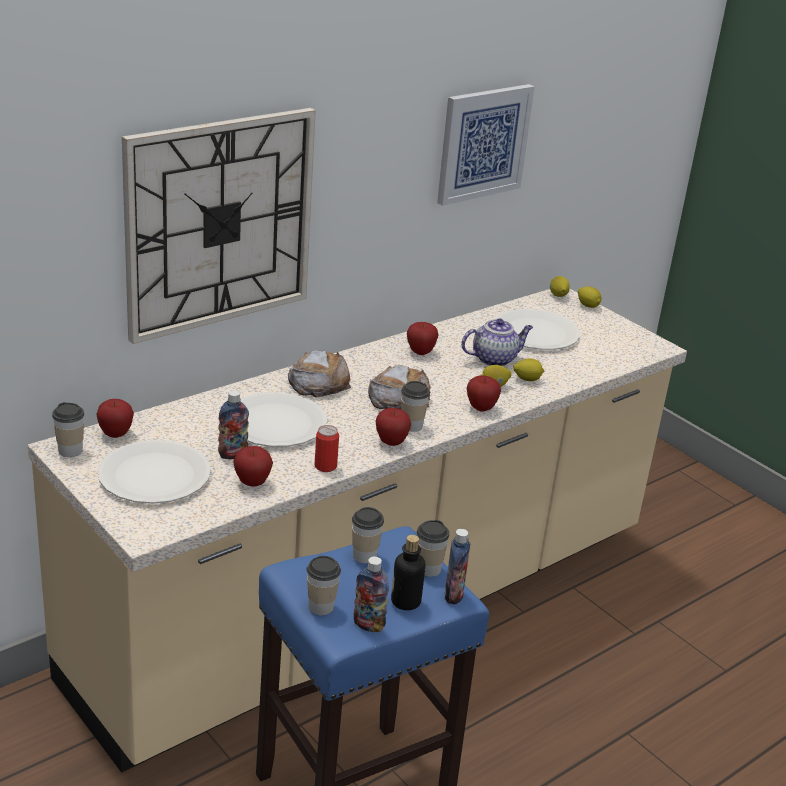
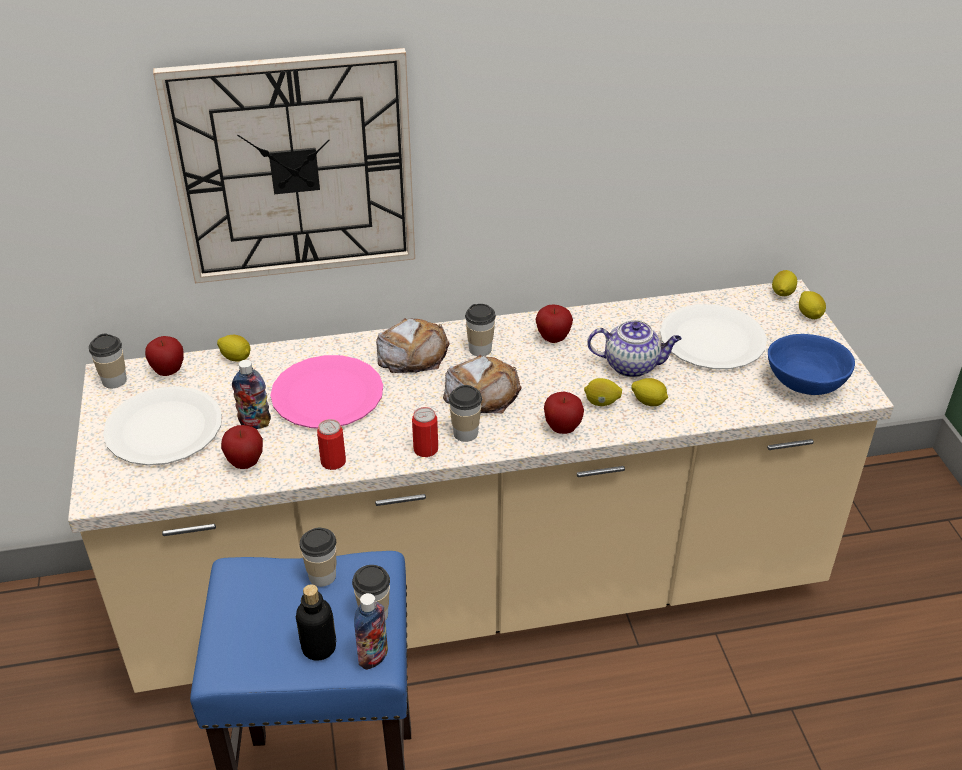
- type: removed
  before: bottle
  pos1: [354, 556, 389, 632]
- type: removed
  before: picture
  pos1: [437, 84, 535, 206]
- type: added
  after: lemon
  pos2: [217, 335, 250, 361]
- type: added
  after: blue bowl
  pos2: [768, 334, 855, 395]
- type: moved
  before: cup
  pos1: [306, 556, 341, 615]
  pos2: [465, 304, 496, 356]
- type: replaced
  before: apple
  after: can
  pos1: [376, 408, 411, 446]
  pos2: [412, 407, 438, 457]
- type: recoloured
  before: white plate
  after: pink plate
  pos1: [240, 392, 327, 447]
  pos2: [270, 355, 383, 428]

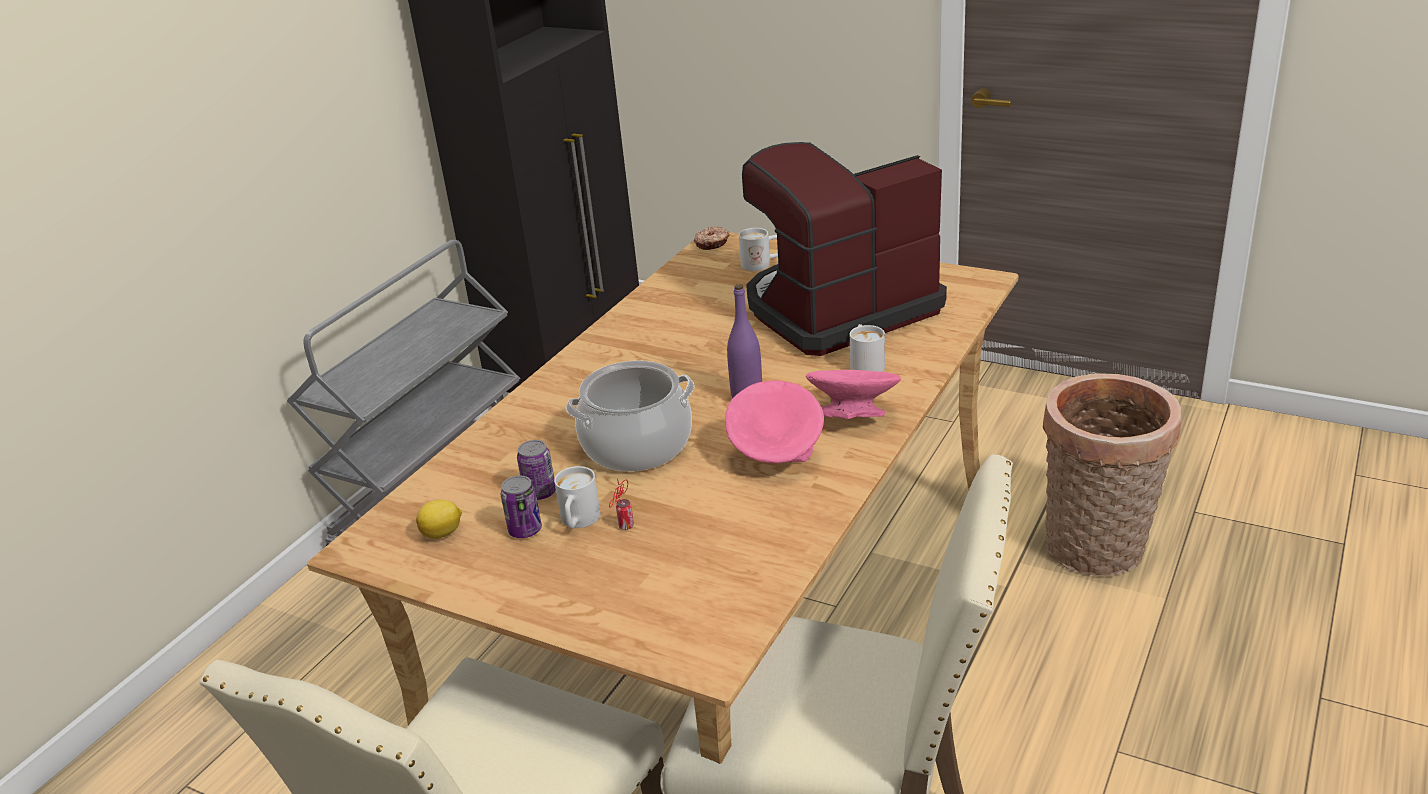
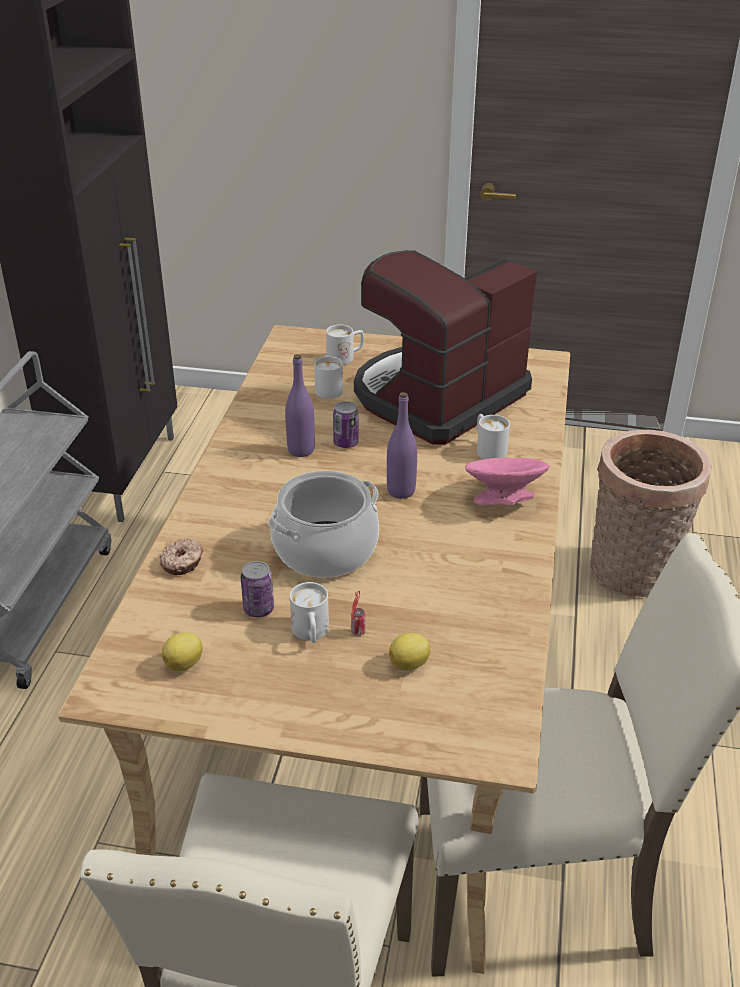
- type: removed
  before: pink bowl
  pos1: [725, 380, 824, 463]
- type: added
  after: purple bottle
  pos2: [285, 354, 315, 457]
- type: added
  after: white mug
  pos2: [314, 355, 343, 399]
- type: added
  after: lemon
  pos2: [389, 633, 430, 671]
- type: moved
  before: can
  pos1: [501, 476, 542, 538]
  pos2: [333, 401, 359, 448]
- type: moved
  before: donut
  pos1: [694, 226, 730, 250]
  pos2: [160, 539, 203, 575]

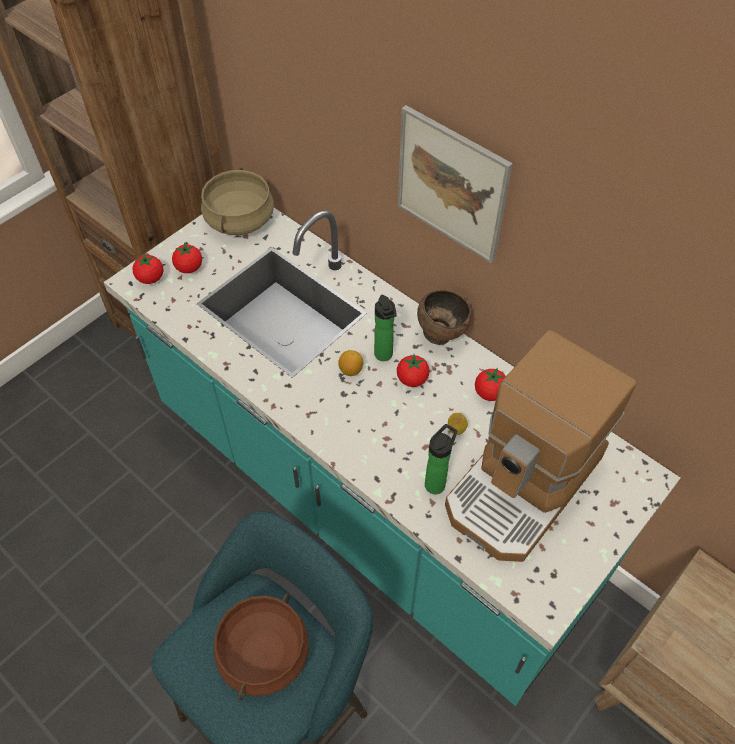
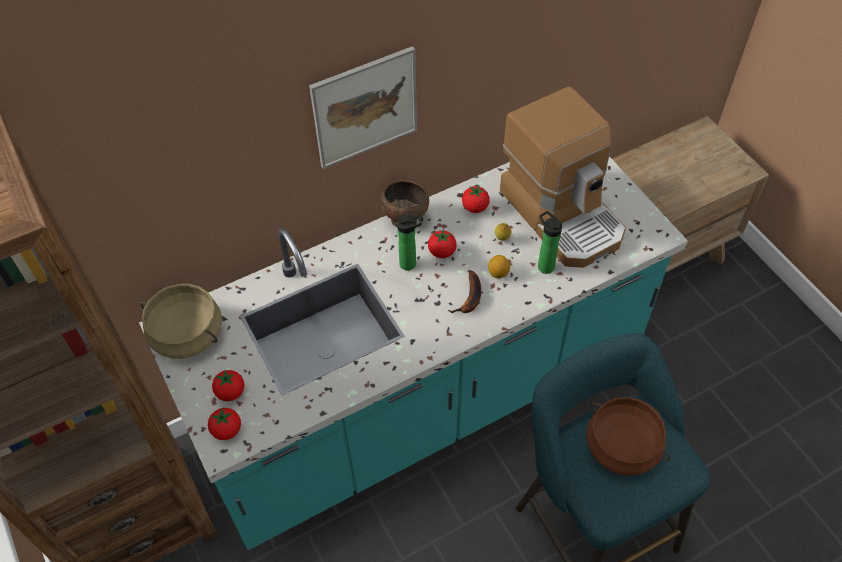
- type: added
  after: banana
  pos2: [448, 270, 481, 313]
- type: moved
  before: lemon
  pos1: [338, 350, 363, 376]
  pos2: [488, 255, 510, 279]

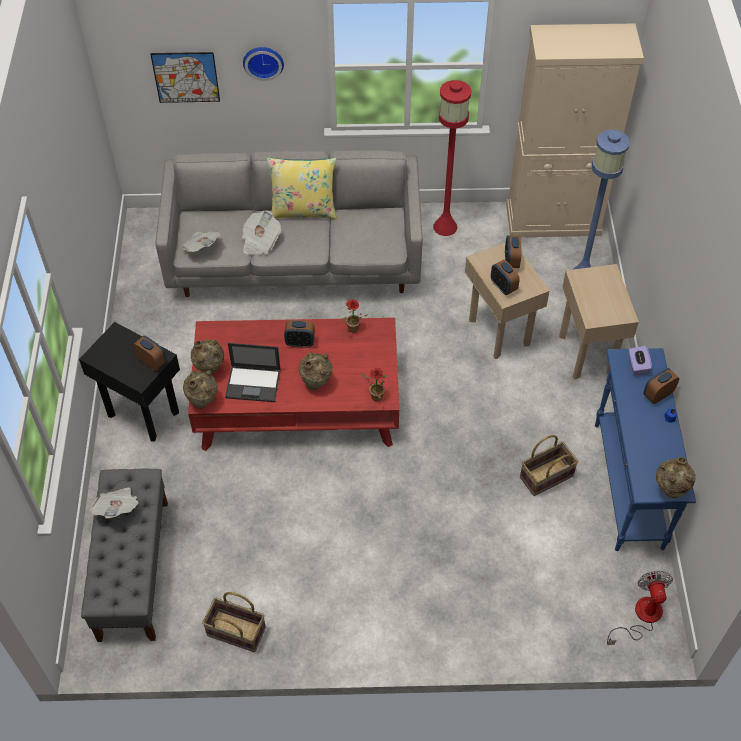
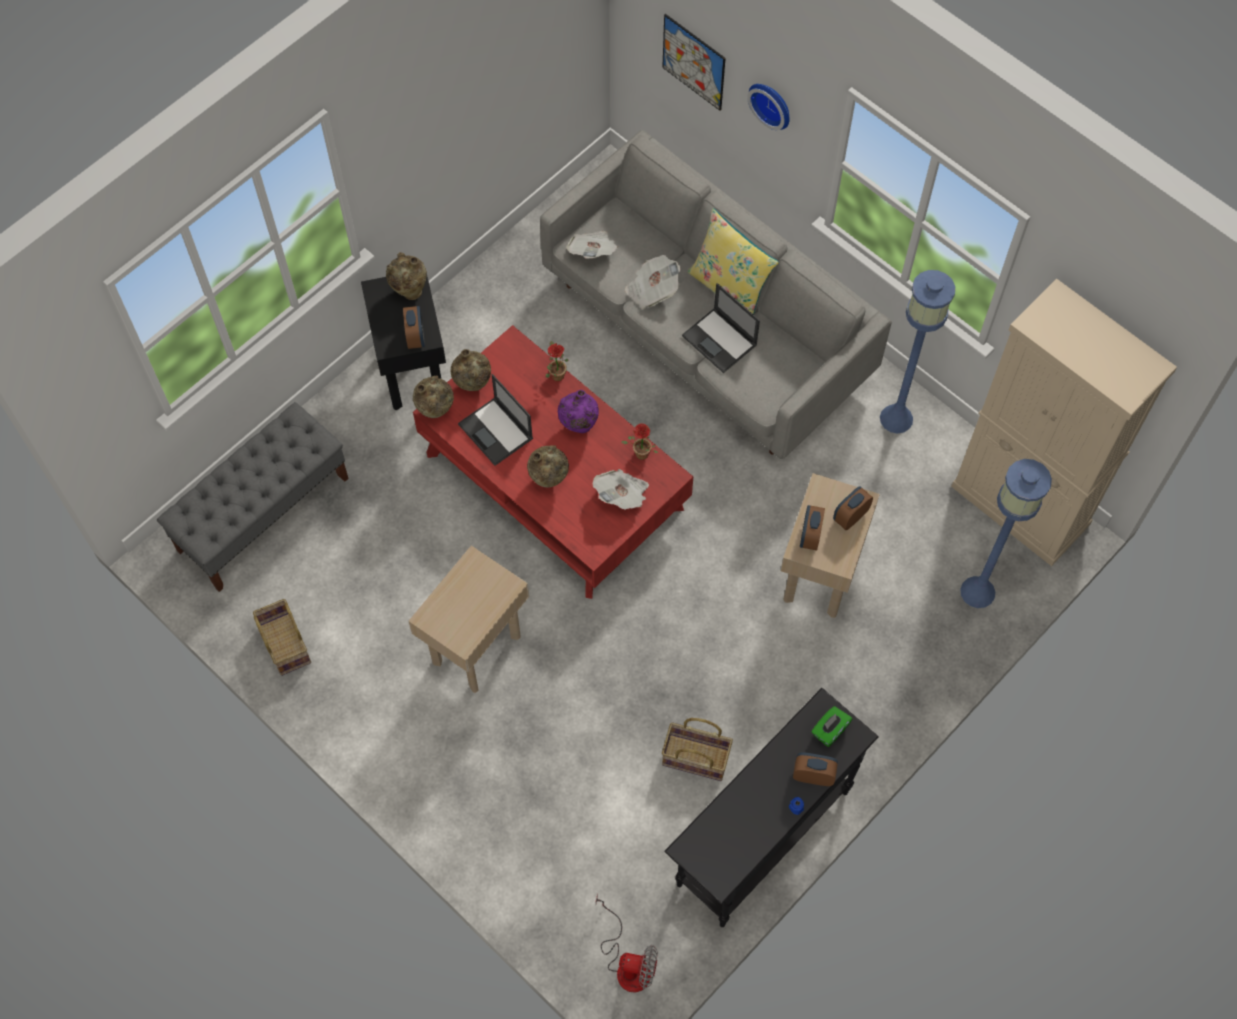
- type: added
  after: laptop
  pos2: [682, 283, 760, 373]
- type: moved
  before: newspaper
  pos1: [90, 487, 139, 518]
  pos2: [593, 469, 649, 510]
- type: moved
  before: potted plant
  pos1: [361, 368, 386, 402]
  pos2: [545, 341, 568, 382]
- type: moved
  before: beige side table
  pos1: [559, 264, 639, 380]
  pos2: [409, 546, 529, 693]
- type: moved
  before: beige vase
  pos1: [656, 457, 696, 498]
  pos2: [386, 252, 427, 300]
- type: replaced
  before: alarm clock
  after: purple vase
  pos1: [284, 320, 315, 348]
  pos2: [558, 390, 599, 433]
- type: recoloured
  before: red floor lamp
  after: blue floor lamp
  pos1: [433, 80, 472, 236]
  pos2: [880, 270, 955, 434]
- type: recoloured
  before: blue console table
  after: black console table
  pos1: [595, 348, 696, 551]
  pos2: [664, 688, 879, 927]
- type: recoloured
  before: purple tissue box
  after: green tissue box
  pos1: [629, 345, 652, 375]
  pos2: [812, 706, 852, 747]
- type: turned
  before: fan
  pos1: [607, 571, 673, 645]
  pos2: [595, 894, 658, 992]
  turn: 60

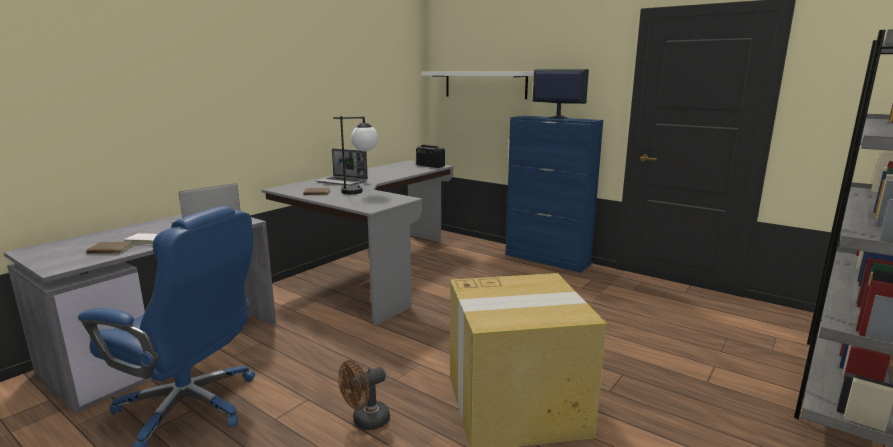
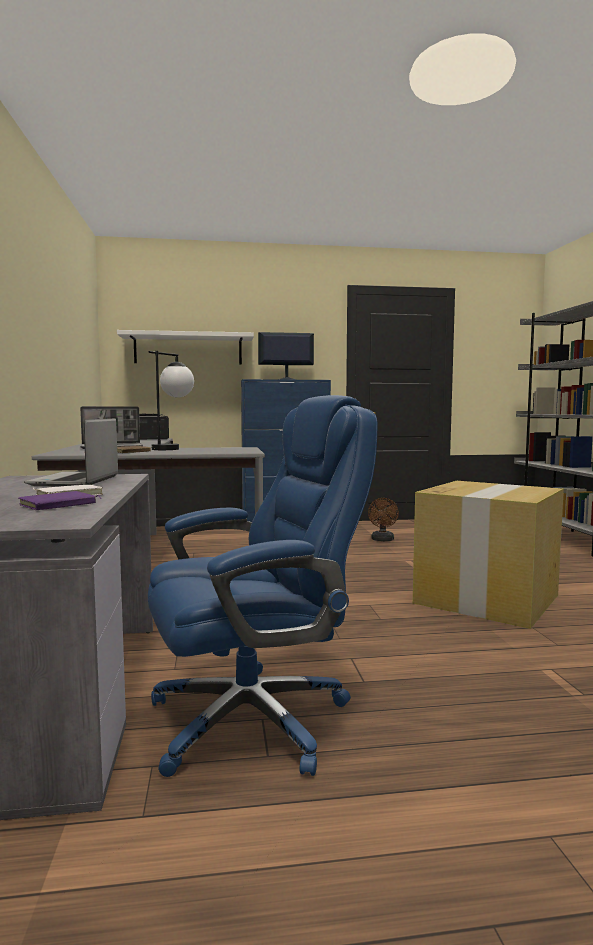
- type: moved
  before: brown fan
  pos1: [338, 360, 390, 430]
  pos2: [368, 498, 399, 541]
- type: recoloured
  before: brown book
  after: purple book
  pos1: [86, 242, 134, 254]
  pos2: [19, 491, 102, 510]

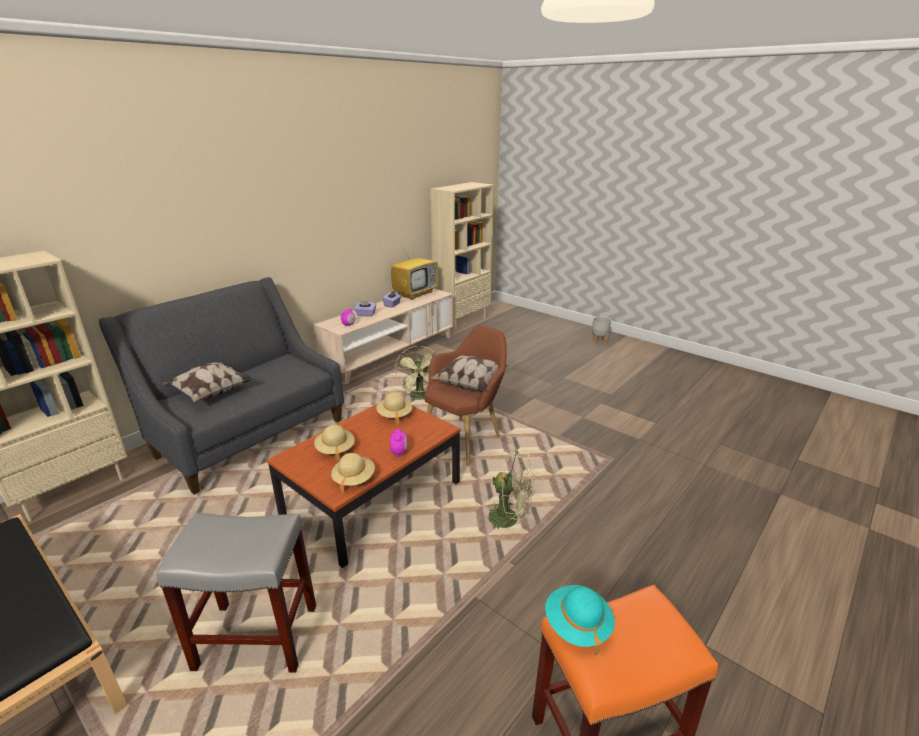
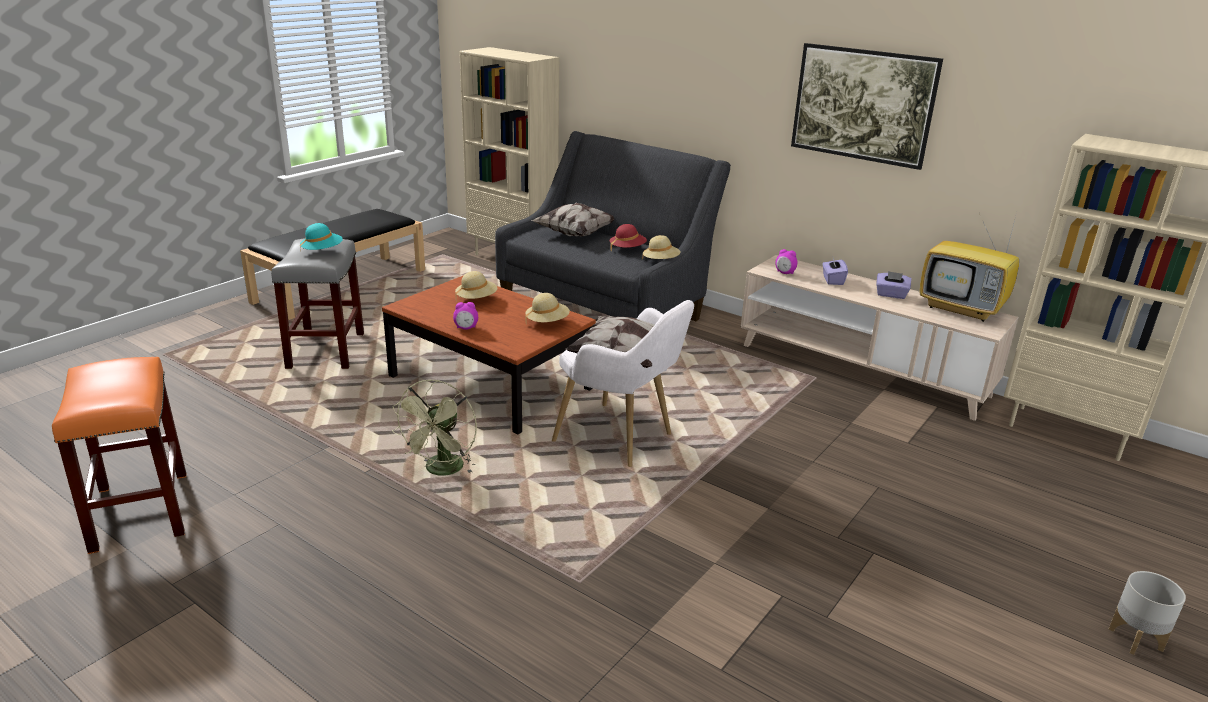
- type: removed
  before: green fan
  pos1: [395, 346, 436, 399]
- type: added
  after: red hat
  pos2: [609, 224, 647, 251]
- type: added
  after: picture
  pos2: [791, 43, 943, 170]
- type: moved
  before: beige hat
  pos1: [331, 453, 375, 492]
  pos2: [642, 235, 681, 259]
- type: moved
  before: turquoise hat
  pos1: [545, 585, 615, 655]
  pos2: [300, 223, 343, 251]
- type: recoloured
  before: brown armchair
  after: white armchair
  pos1: [424, 325, 507, 466]
  pos2: [552, 300, 694, 467]

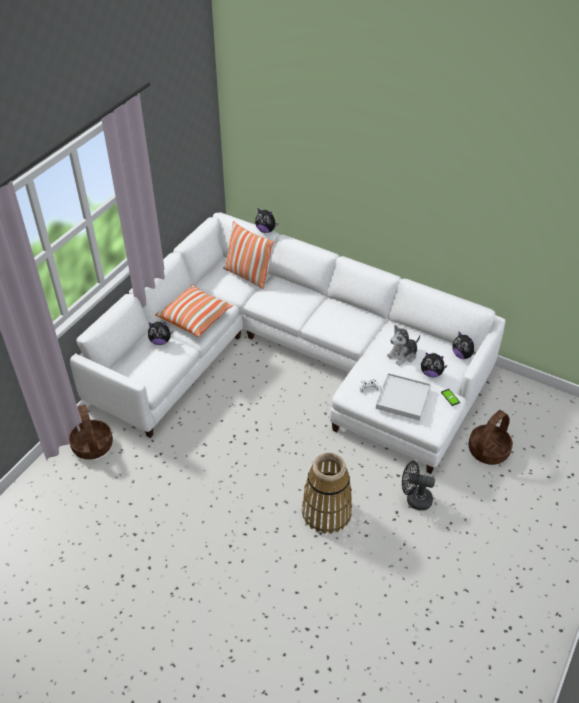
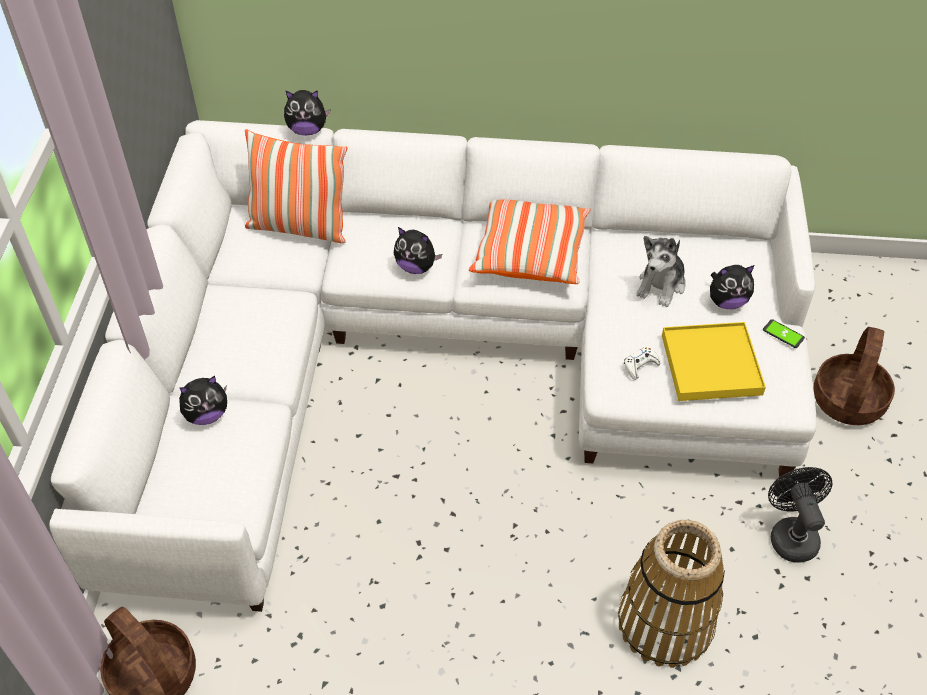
- type: moved
  before: pillow
  pos1: [155, 285, 233, 337]
  pos2: [469, 199, 591, 284]
- type: moved
  before: plush toy
  pos1: [452, 332, 476, 359]
  pos2: [394, 227, 442, 274]
- type: recoloured
  before: white tray
  after: yellow tray
  pos1: [376, 373, 431, 421]
  pos2: [662, 322, 766, 401]
- type: turned
  before: black fan
  pos1: [402, 461, 435, 511]
  pos2: [768, 467, 833, 563]
  turn: 90

